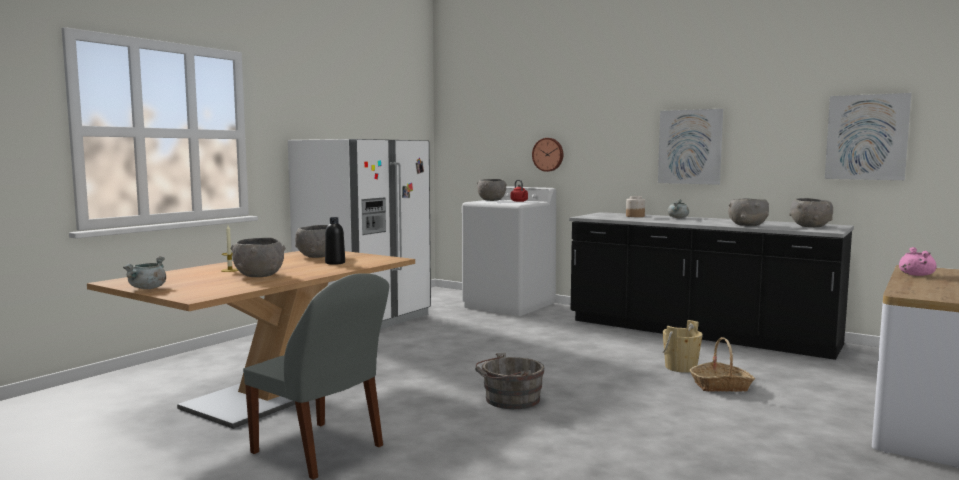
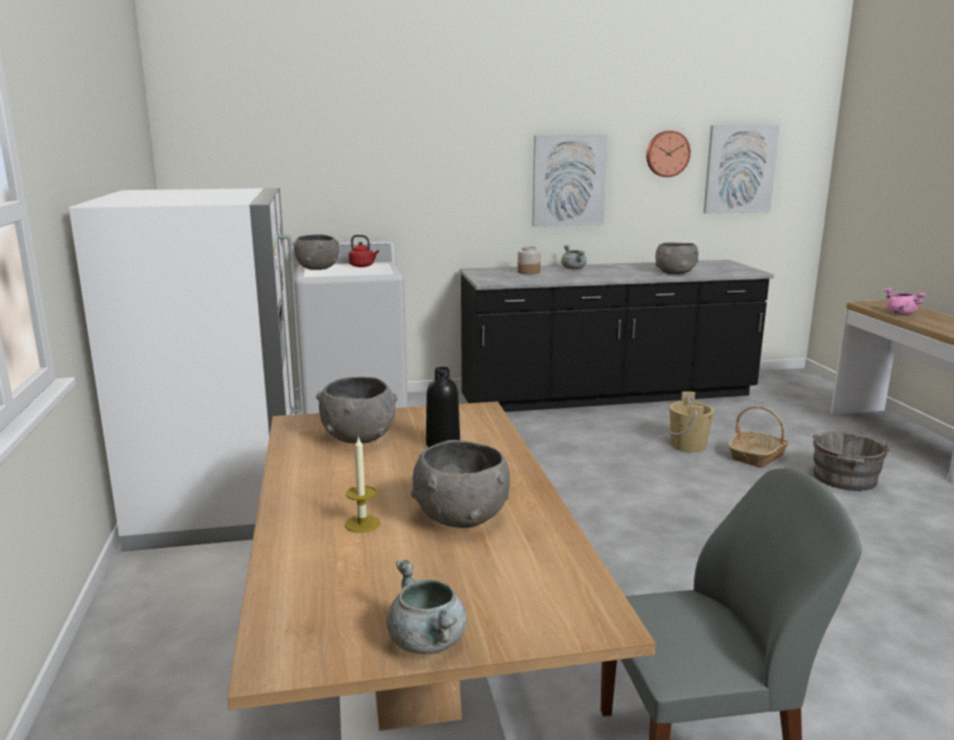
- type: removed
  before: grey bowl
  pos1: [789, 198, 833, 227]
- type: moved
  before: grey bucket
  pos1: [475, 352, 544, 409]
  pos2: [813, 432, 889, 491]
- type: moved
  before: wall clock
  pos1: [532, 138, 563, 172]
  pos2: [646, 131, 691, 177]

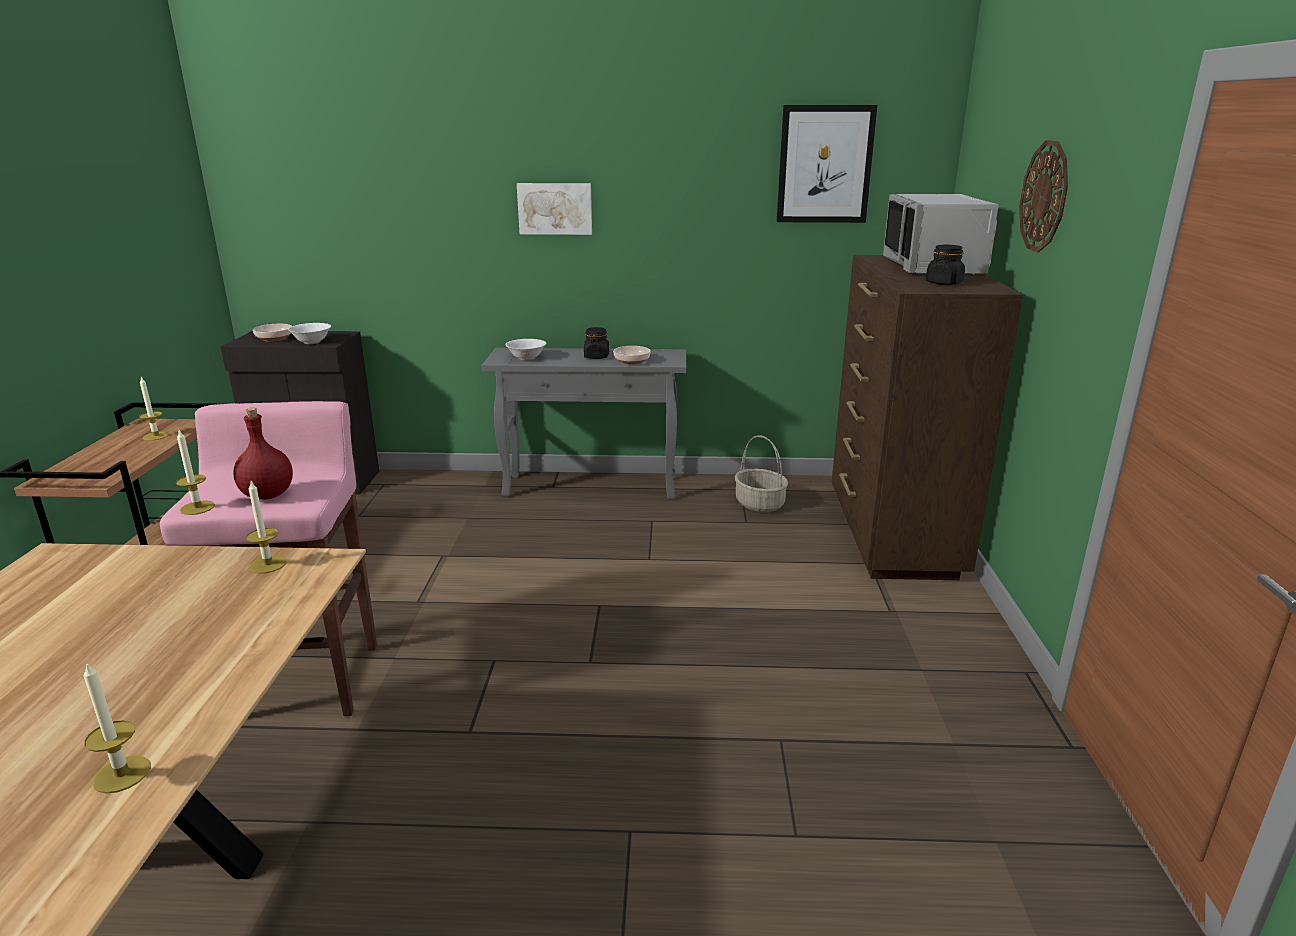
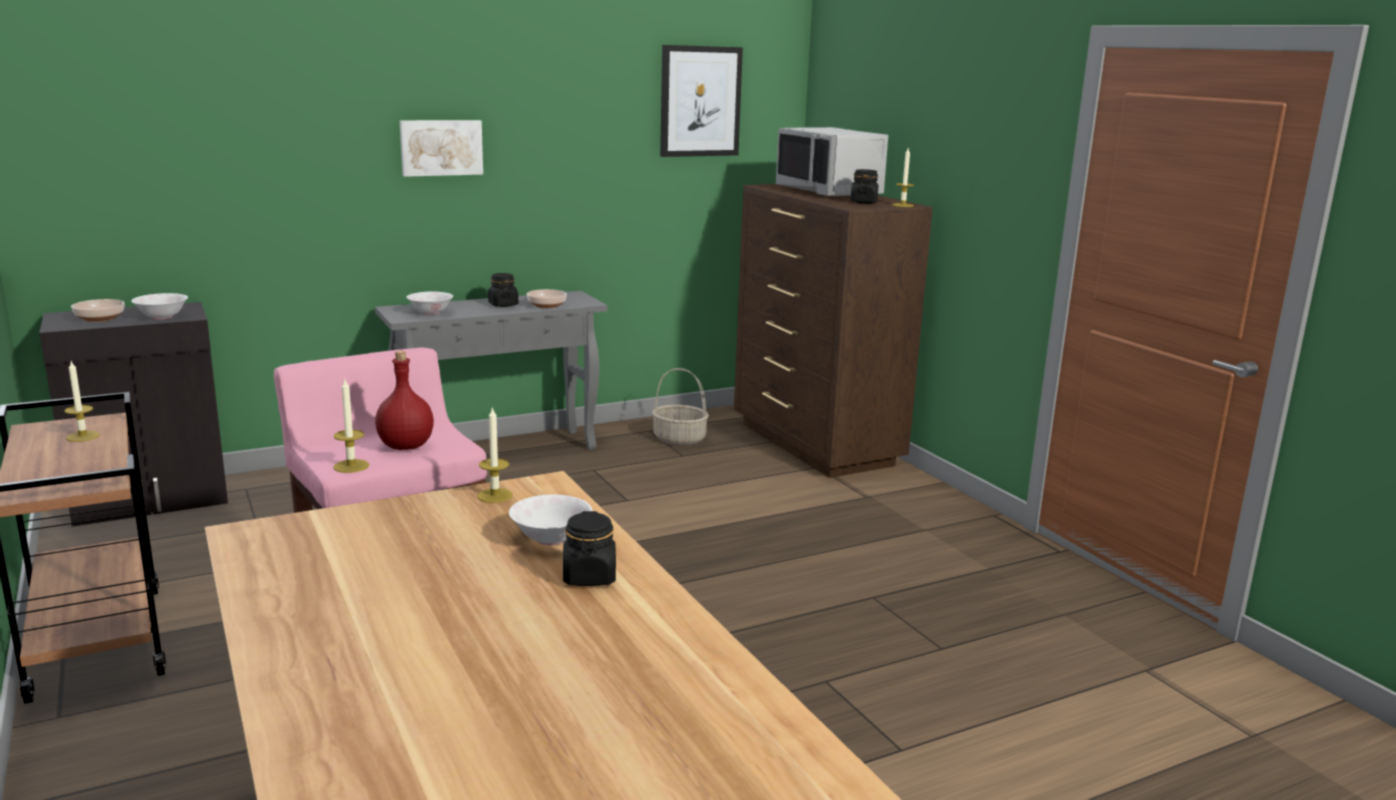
- type: removed
  before: wall clock
  pos1: [1019, 140, 1068, 252]
- type: added
  after: white bowl
  pos2: [509, 494, 593, 545]
- type: added
  after: black jar
  pos2: [563, 511, 616, 586]
- type: moved
  before: candle
  pos1: [84, 662, 151, 794]
  pos2: [893, 148, 914, 207]

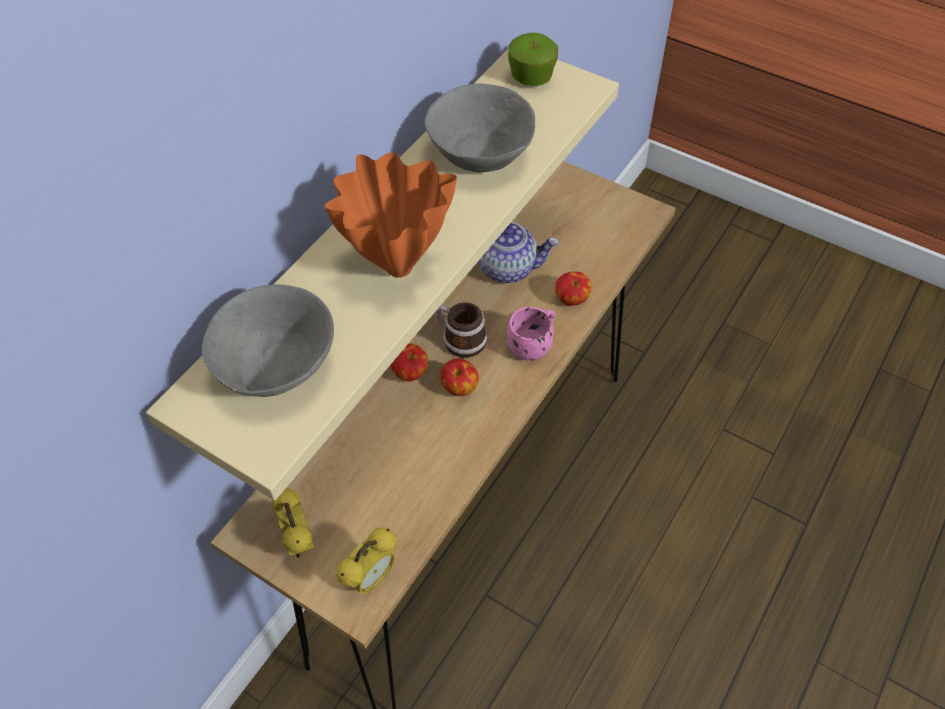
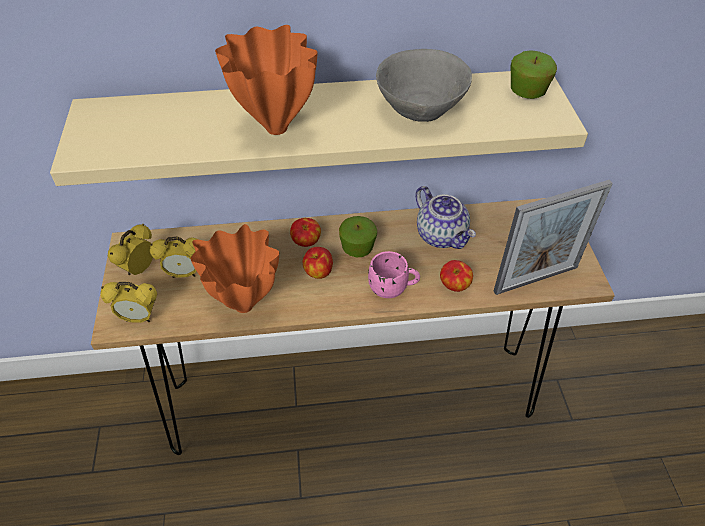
- type: removed
  before: grey bowl
  pos1: [202, 284, 334, 397]
- type: added
  after: alarm clock
  pos2: [150, 236, 198, 278]
- type: added
  after: orange vase
  pos2: [191, 224, 279, 313]
- type: added
  after: picture frame
  pos2: [494, 180, 613, 295]
- type: replaced
  before: mug
  after: apple
  pos1: [435, 302, 488, 358]
  pos2: [339, 216, 377, 257]

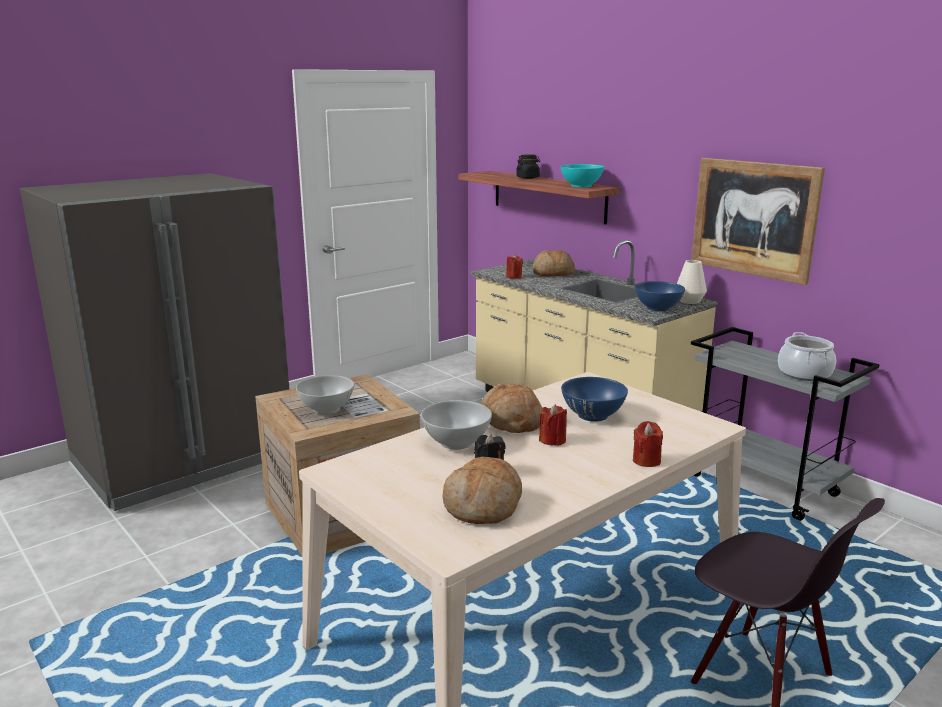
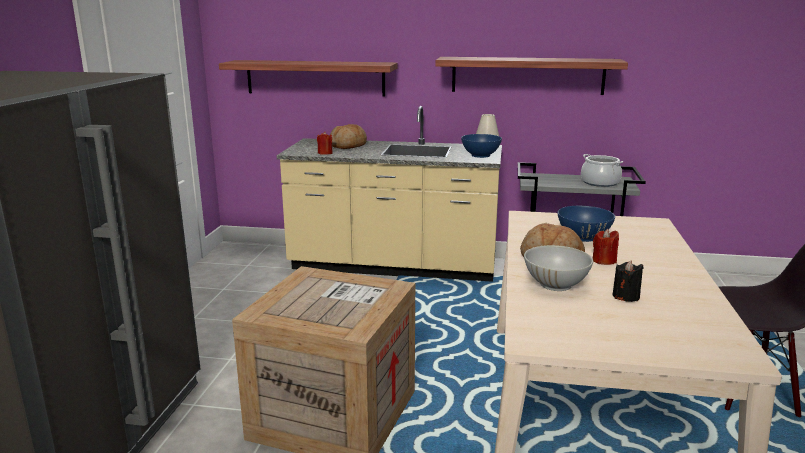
- type: removed
  before: white bowl
  pos1: [296, 375, 354, 414]
- type: removed
  before: bread
  pos1: [443, 457, 522, 524]
- type: removed
  before: black jar
  pos1: [516, 154, 540, 179]
- type: removed
  before: turquoise bowl
  pos1: [560, 164, 604, 187]
- type: removed
  before: red candle
  pos1: [633, 421, 663, 467]
- type: replaced
  before: picture
  after: shelf
  pos1: [692, 158, 825, 285]
  pos2: [435, 57, 628, 95]

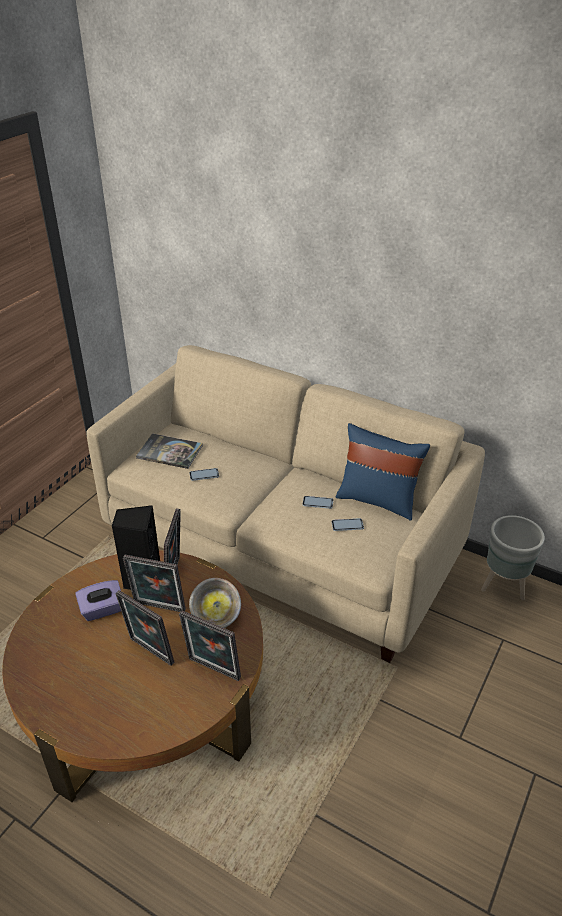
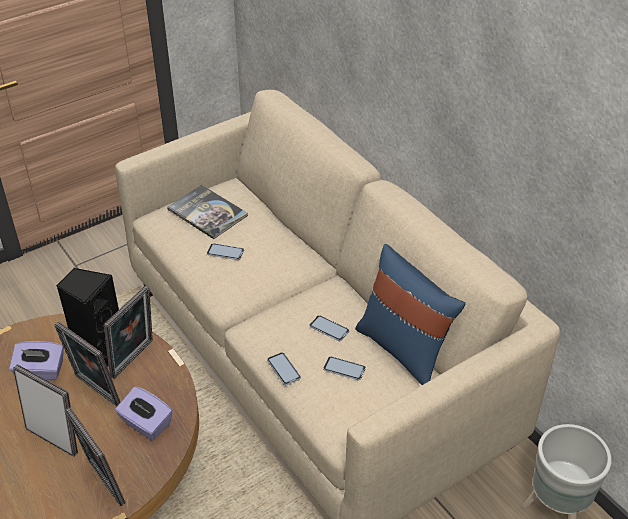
- type: added
  after: phone
  pos2: [267, 352, 301, 385]
- type: replaced
  before: bowl
  after: purple tissue box
  pos1: [189, 578, 241, 628]
  pos2: [115, 386, 173, 441]
- type: turned
  before: picture frame
  pos1: [115, 590, 174, 666]
  pos2: [13, 364, 78, 456]
  turn: 150

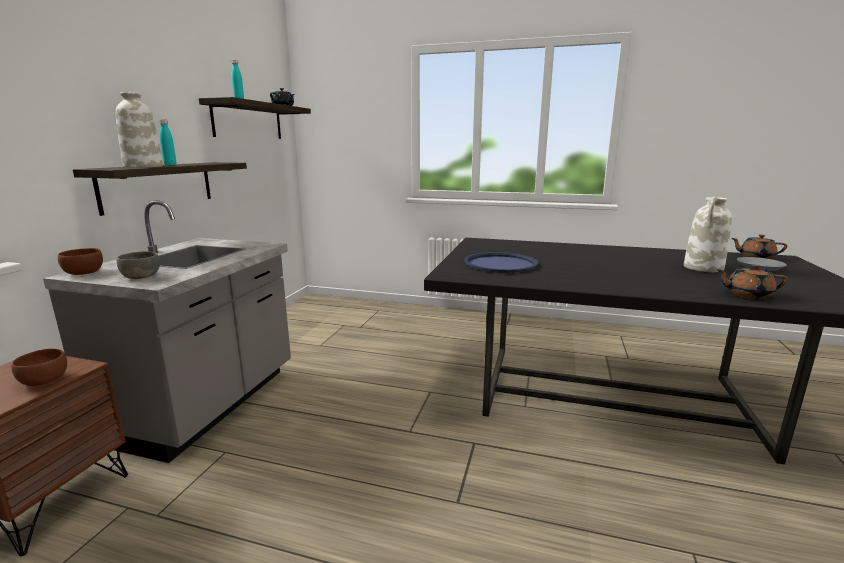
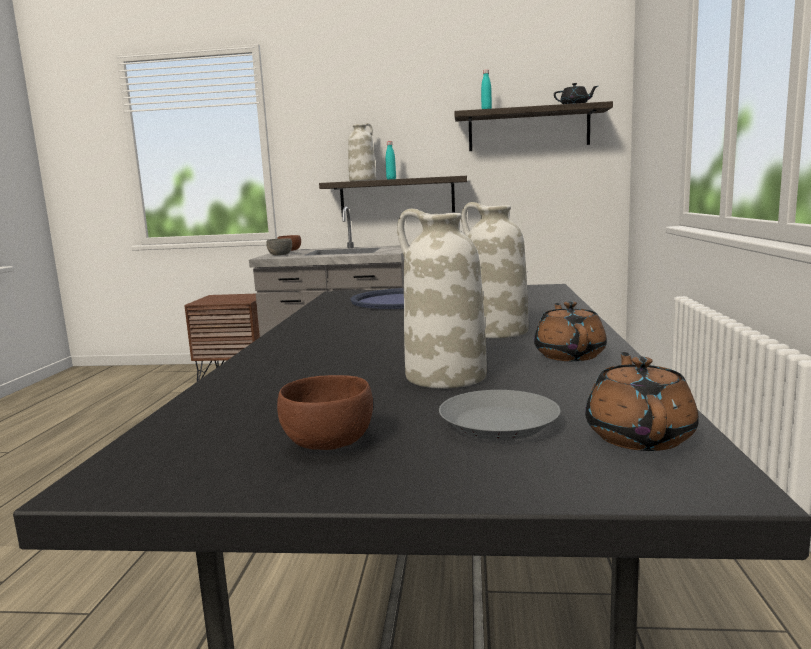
- type: added
  after: white vase
  pos2: [461, 202, 528, 338]
- type: moved
  before: brown bowl
  pos1: [11, 349, 67, 386]
  pos2: [277, 375, 373, 450]
- type: moved
  before: brown teapot
  pos1: [716, 264, 788, 299]
  pos2: [534, 301, 607, 361]

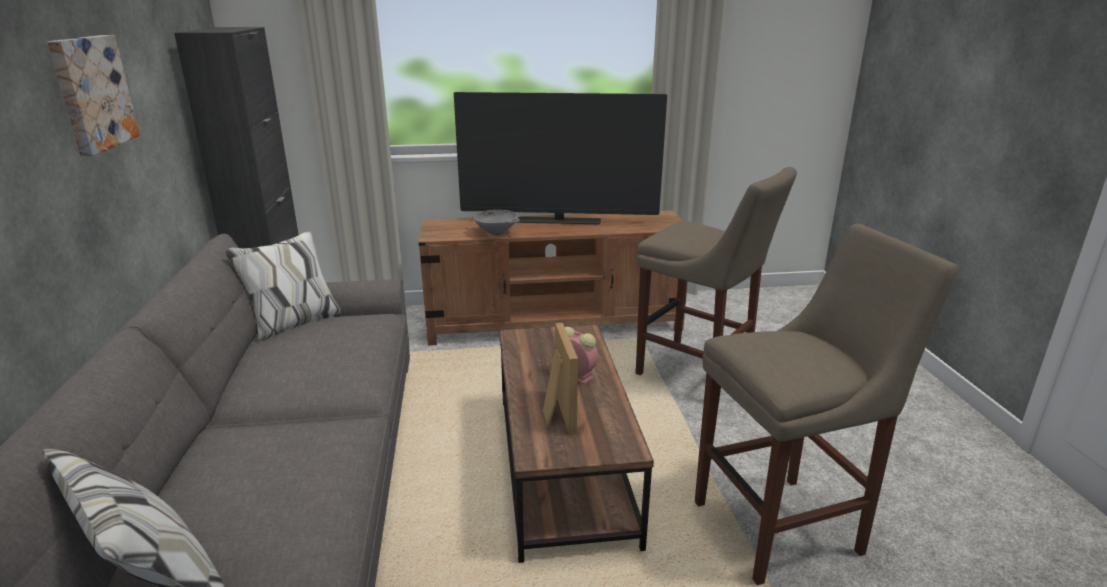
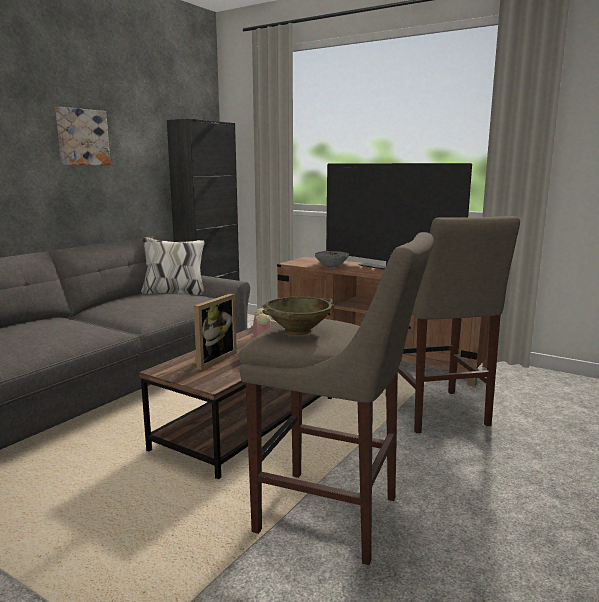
- type: added
  after: beige bowl
  pos2: [262, 297, 334, 335]

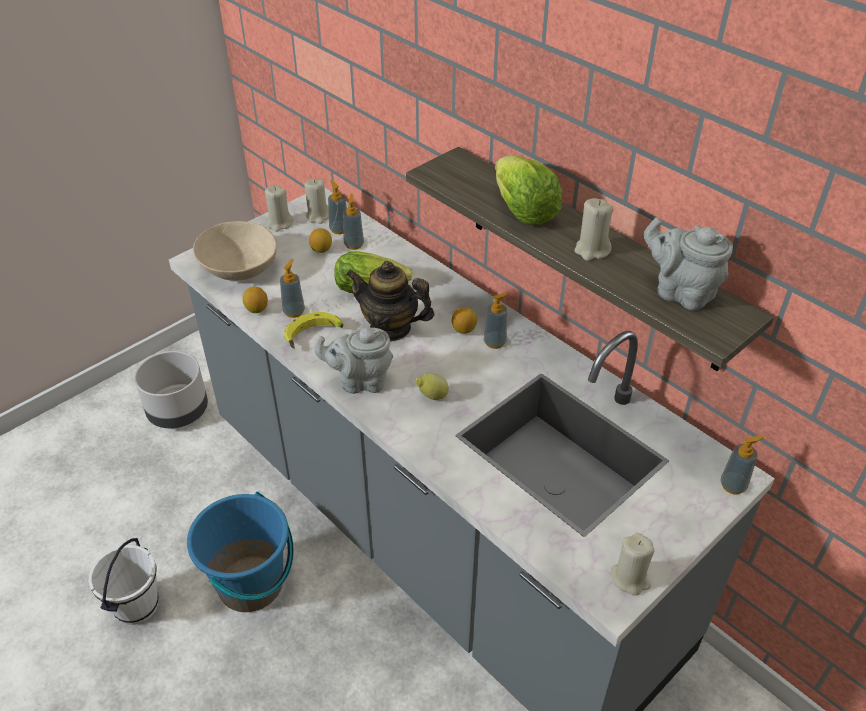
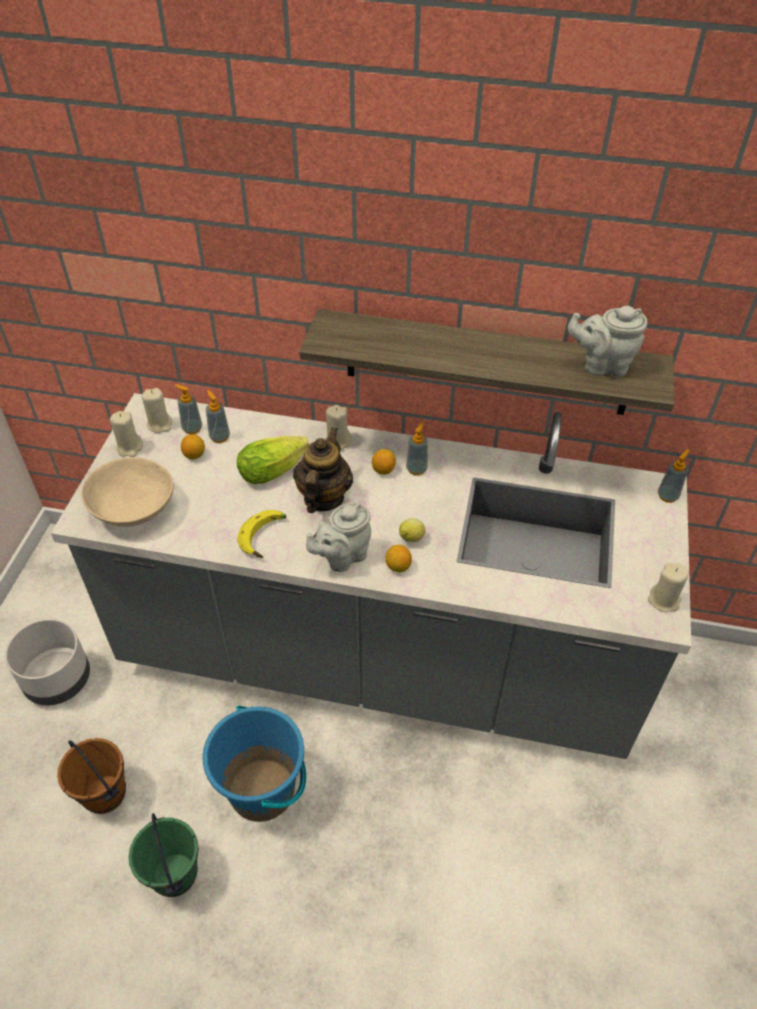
- type: removed
  before: soap dispenser
  pos1: [280, 259, 305, 318]
- type: removed
  before: lettuce
  pos1: [495, 155, 562, 225]
- type: added
  after: brown bucket
  pos2: [57, 738, 126, 814]
- type: moved
  before: lemon
  pos1: [242, 287, 268, 313]
  pos2: [385, 545, 412, 572]
- type: moved
  before: beige candle
  pos1: [575, 198, 614, 261]
  pos2: [325, 405, 352, 452]
- type: recoloured
  before: white bucket
  after: green bucket
  pos1: [89, 538, 158, 625]
  pos2: [128, 813, 199, 897]
- type: turned
  before: teapot
  pos1: [346, 261, 435, 342]
  pos2: [293, 427, 353, 513]
  turn: 120

